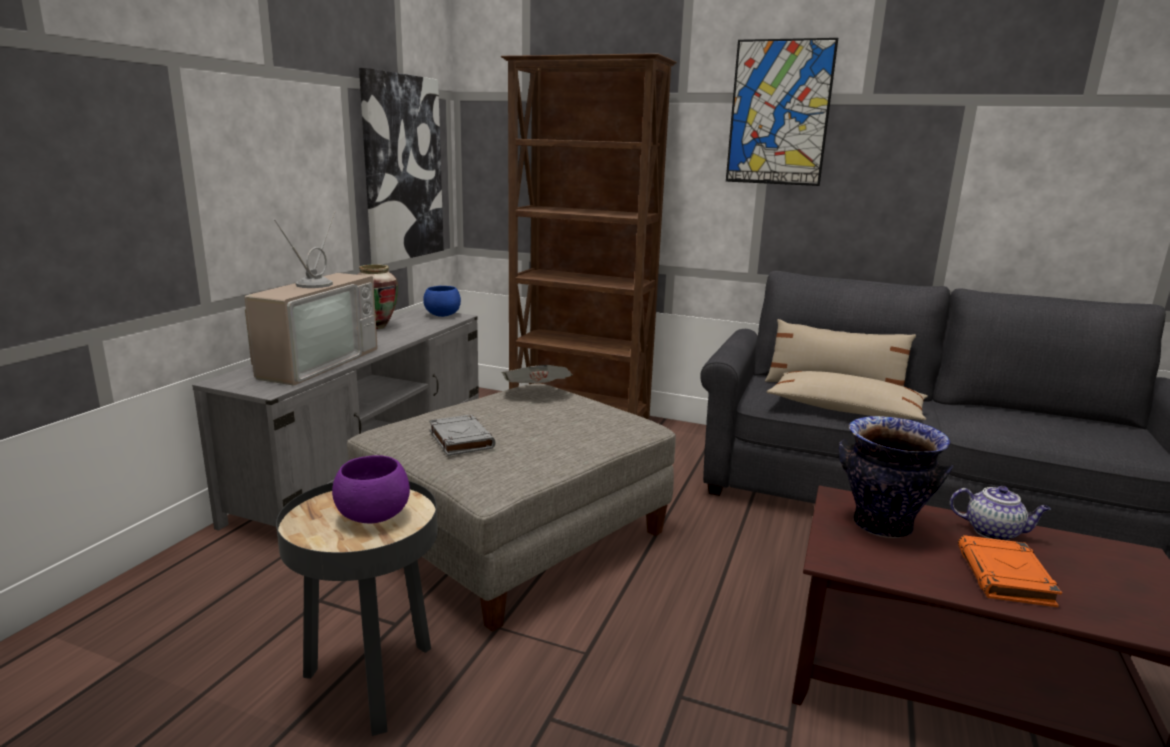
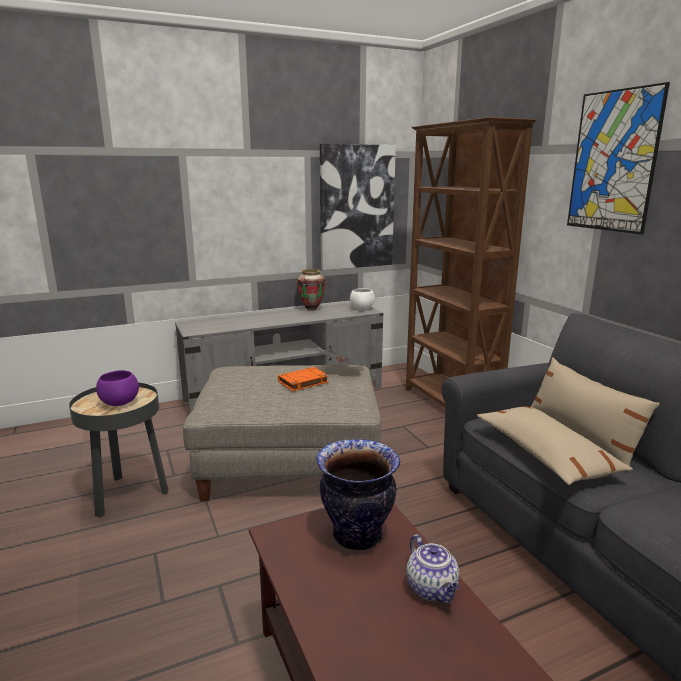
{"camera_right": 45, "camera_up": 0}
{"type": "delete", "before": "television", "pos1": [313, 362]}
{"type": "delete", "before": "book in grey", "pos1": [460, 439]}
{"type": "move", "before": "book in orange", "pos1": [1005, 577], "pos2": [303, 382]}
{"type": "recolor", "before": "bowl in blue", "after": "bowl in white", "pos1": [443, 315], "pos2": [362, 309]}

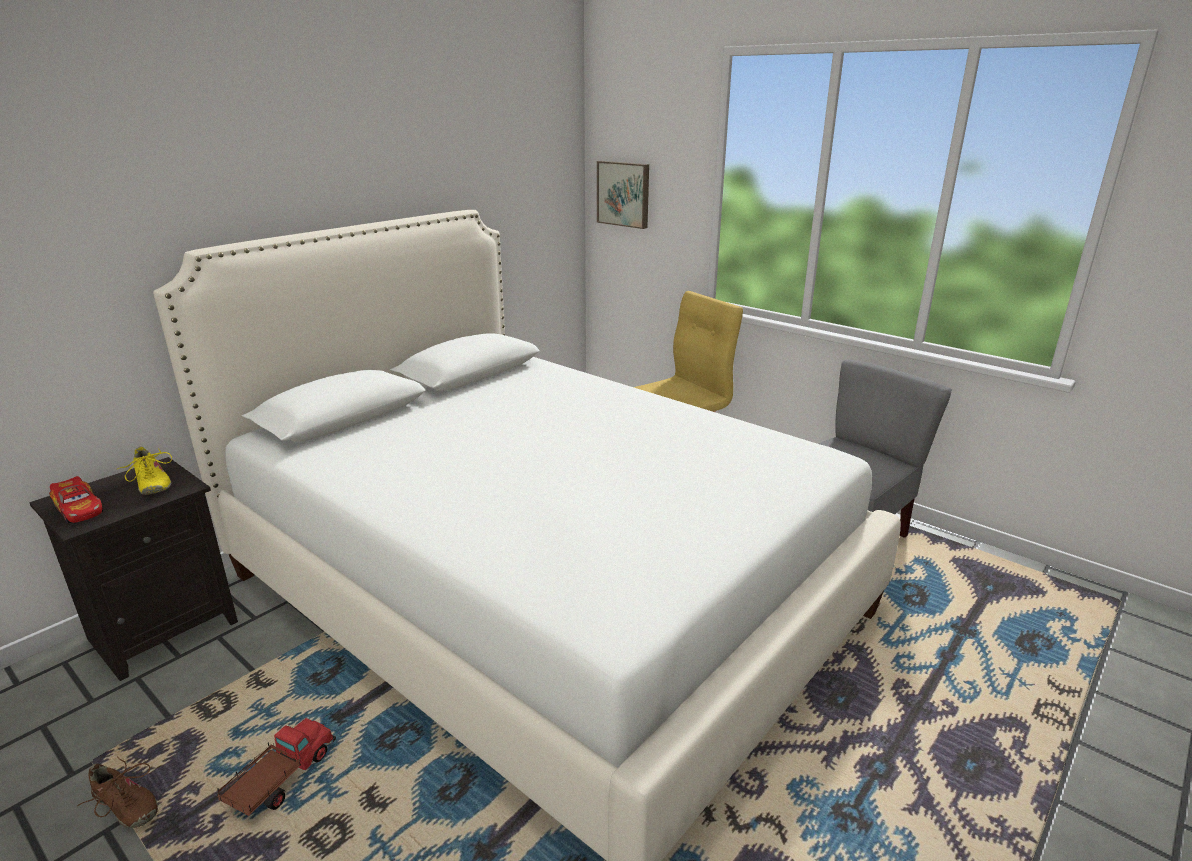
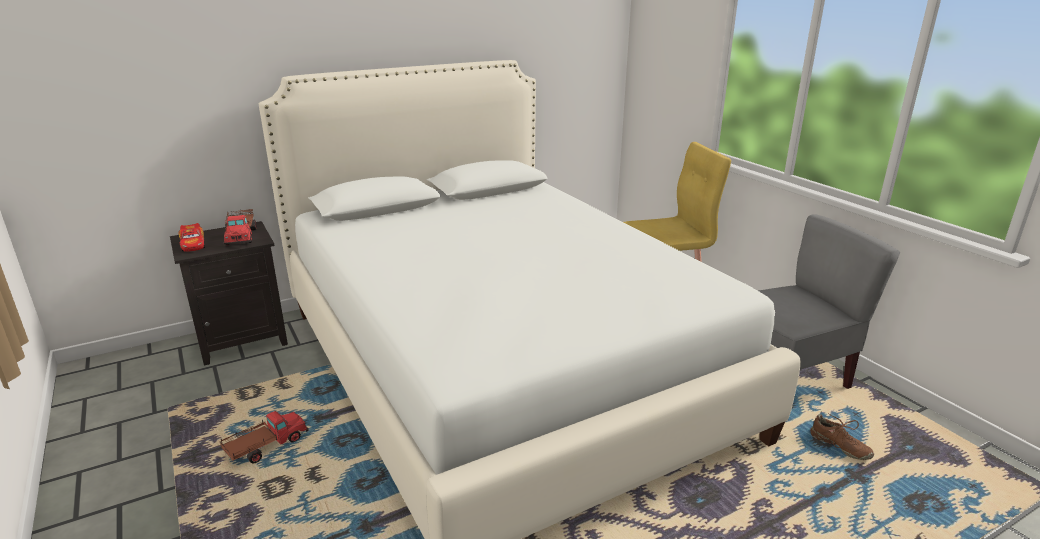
{"camera_right": 20, "camera_up": 0}
{"type": "delete", "before": "picture", "pos1": [624, 194]}
{"type": "move", "before": "shoe in brown", "pos1": [125, 806], "pos2": [839, 446]}
{"type": "replace", "before": "shoe in yellow", "after": "toy truck", "pos1": [151, 484], "pos2": [241, 236]}

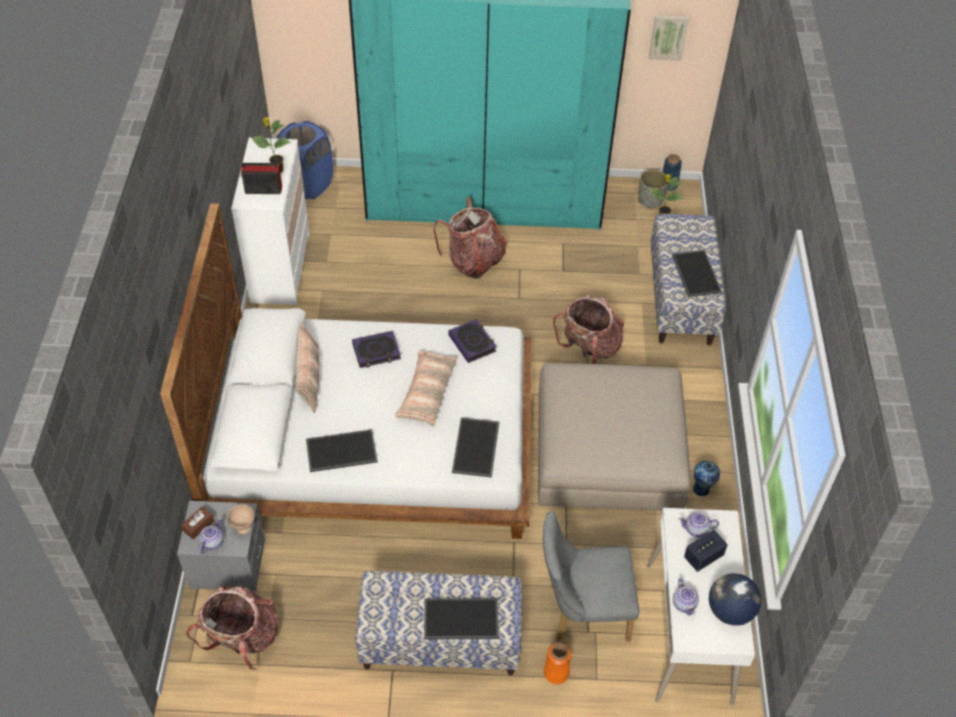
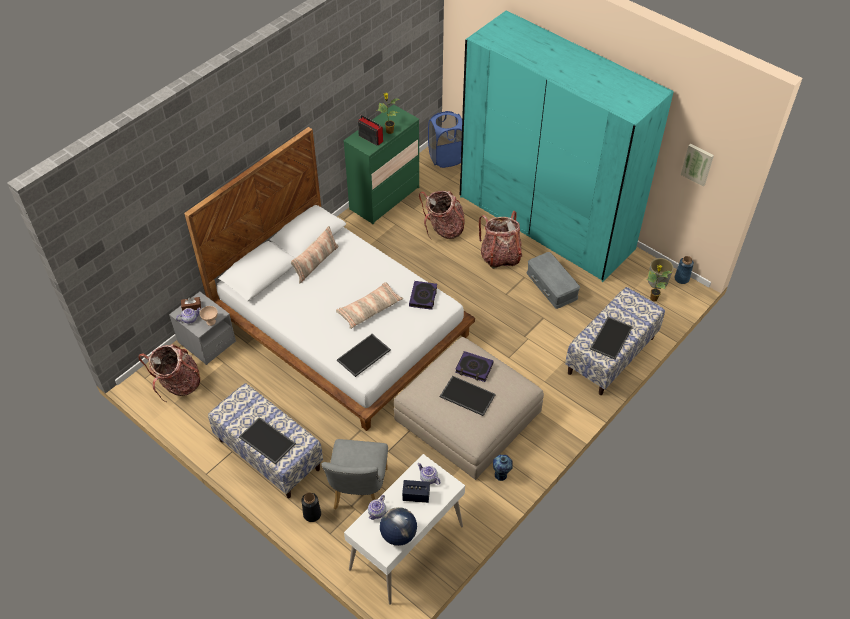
{"camera_right": 40, "camera_up": 0}
{"type": "insert", "after": "storage box in grey", "pos2": [552, 285]}
{"type": "move", "before": "tray", "pos1": [341, 452], "pos2": [466, 396]}
{"type": "move", "before": "book", "pos1": [376, 352], "pos2": [474, 368]}
{"type": "move", "before": "backpack", "pos1": [589, 348], "pos2": [443, 229]}
{"type": "recolor", "before": "dresser in white", "after": "dresser in green", "pos1": [280, 268], "pos2": [384, 198]}
{"type": "recolor", "before": "vase in orange", "after": "vase in black", "pos1": [556, 672], "pos2": [312, 514]}
{"type": "rotate", "before": "chair in grey", "pos1": [582, 612], "pos2": [359, 493], "turn": -120}

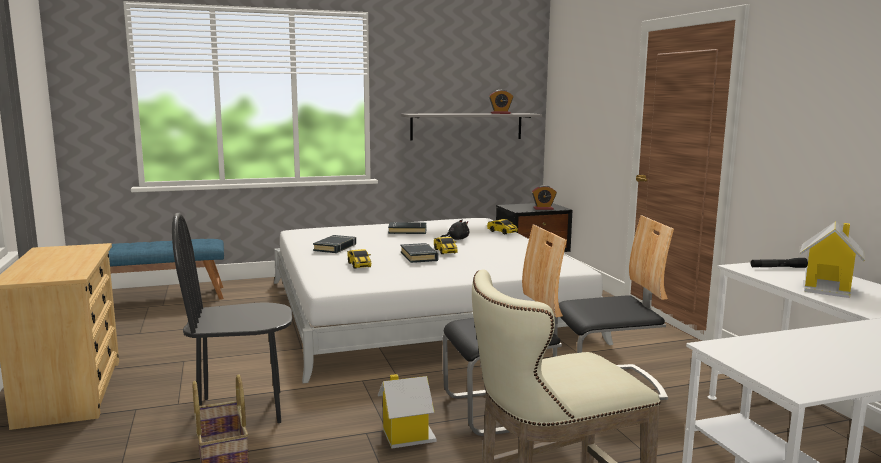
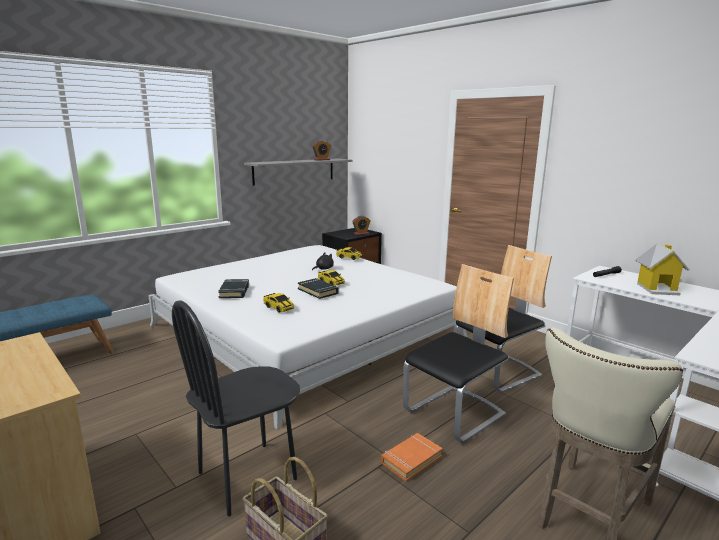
{"camera_right": -25, "camera_up": 5}
{"type": "delete", "before": "book in black", "pos1": [407, 231]}
{"type": "replace", "before": "toy house", "after": "book in orange", "pos1": [406, 436], "pos2": [411, 460]}

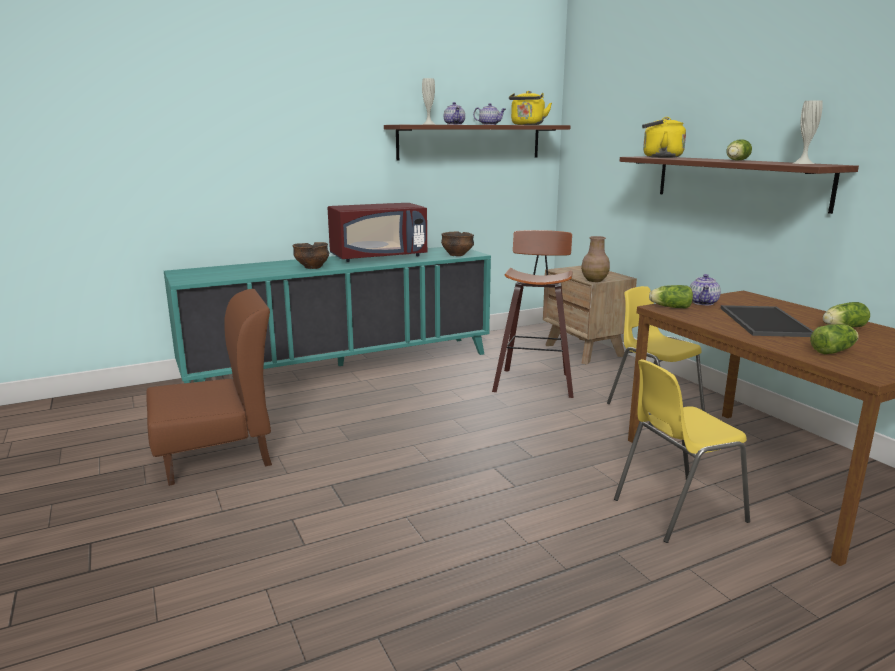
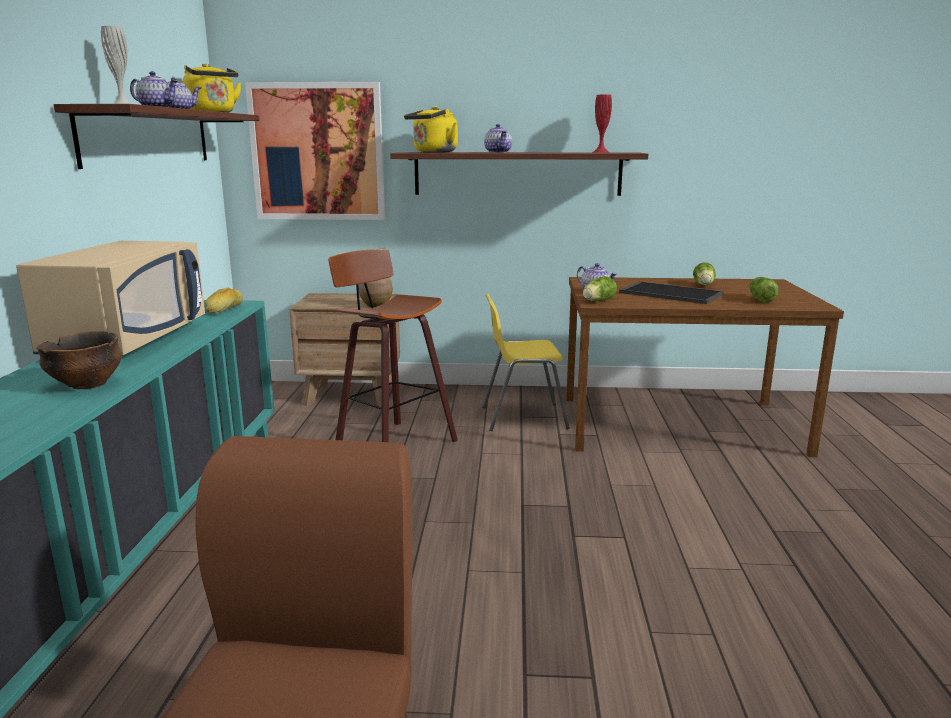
{"camera_right": -60, "camera_up": 0}
{"type": "delete", "before": "chair in yellow", "pos1": [677, 510]}
{"type": "delete", "before": "lettuce", "pos1": [736, 160]}
{"type": "insert", "after": "picture", "pos2": [317, 152]}
{"type": "insert", "after": "teapot", "pos2": [498, 152]}
{"type": "replace", "before": "bowl", "after": "bread", "pos1": [457, 255], "pos2": [225, 309]}
{"type": "recolor", "before": "microwave in red", "after": "microwave in beige", "pos1": [379, 257], "pos2": [128, 340]}
{"type": "recolor", "before": "vase in white", "after": "vase in red", "pos1": [803, 163], "pos2": [601, 152]}

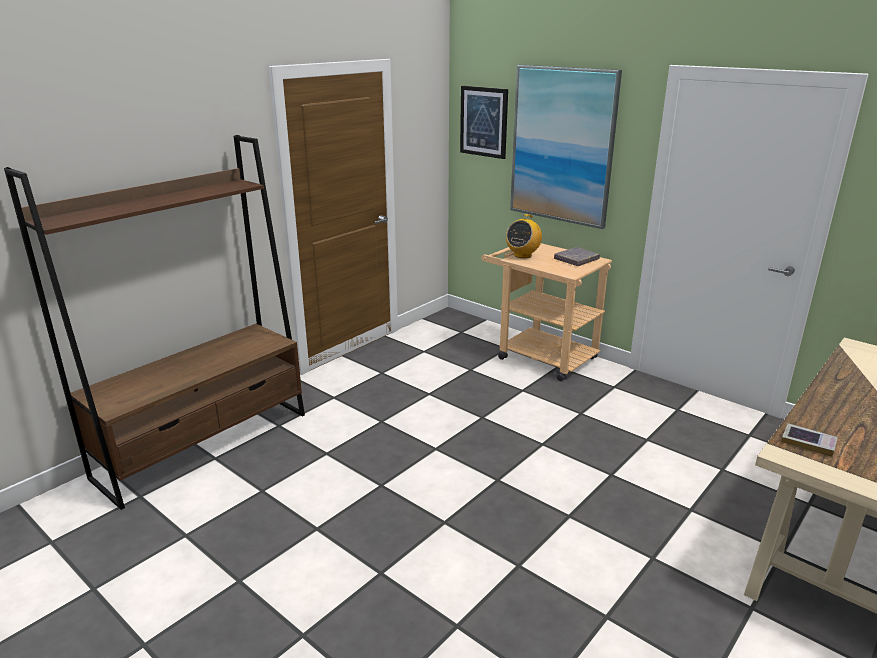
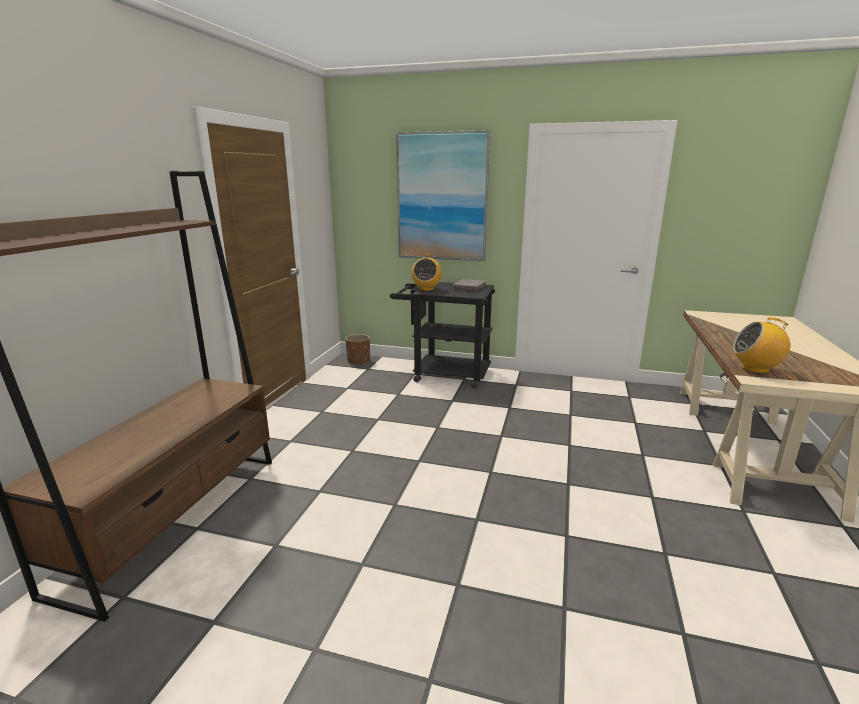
{"camera_right": -25, "camera_up": -5}
{"type": "delete", "before": "picture", "pos1": [484, 122]}
{"type": "insert", "after": "planter in brown", "pos2": [358, 361]}
{"type": "replace", "before": "book", "after": "radio", "pos1": [808, 443], "pos2": [755, 369]}
{"type": "recolor", "before": "cart in beige", "after": "cart in black", "pos1": [539, 355], "pos2": [444, 374]}

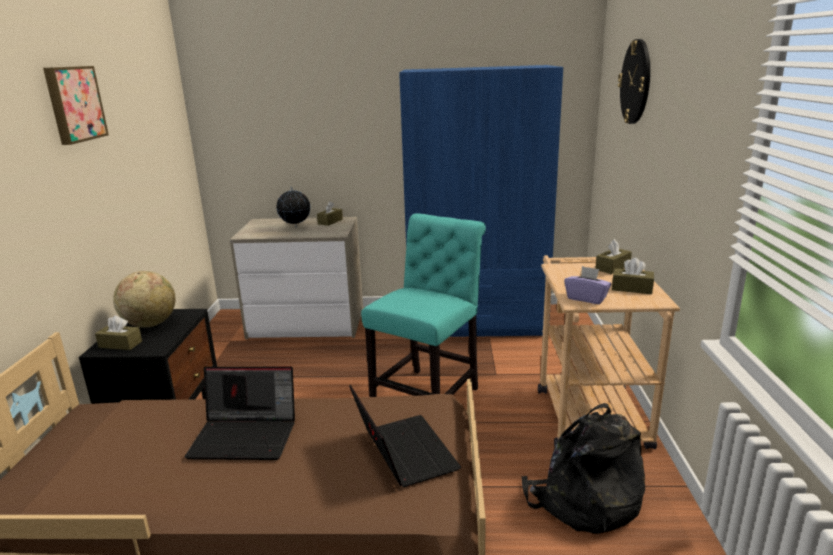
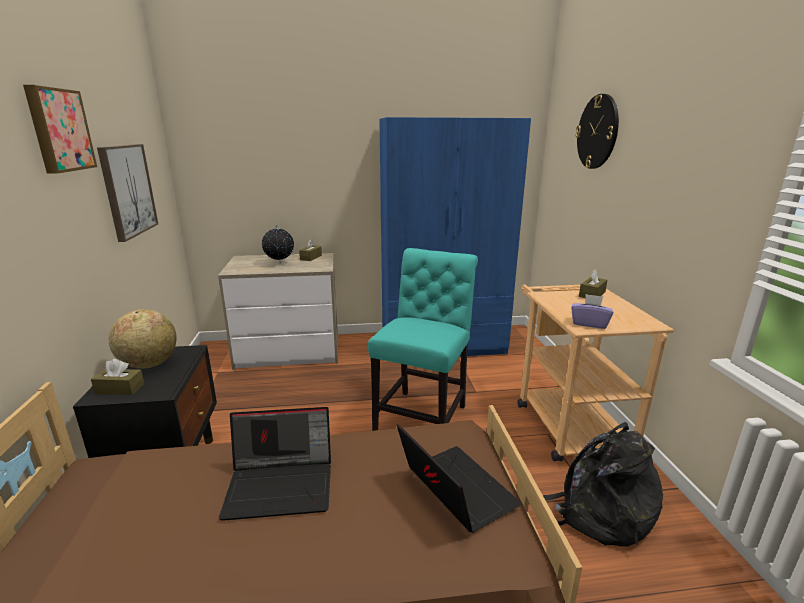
{"camera_right": -10, "camera_up": 0}
{"type": "delete", "before": "tissue box in brown", "pos1": [632, 288]}
{"type": "insert", "after": "picture", "pos2": [128, 190]}

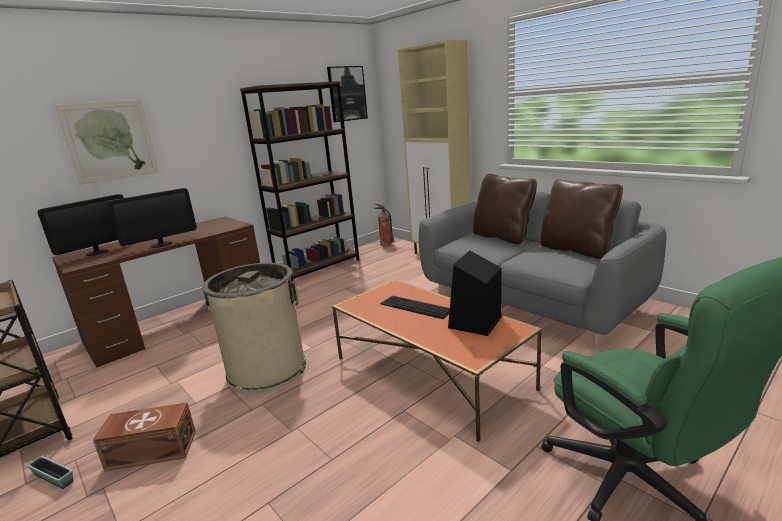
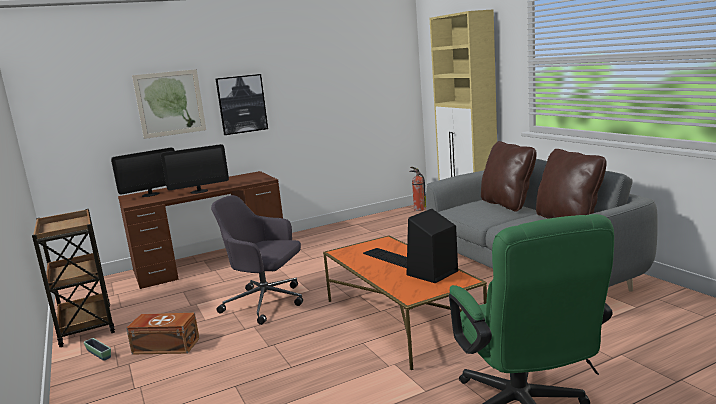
{"camera_right": 15, "camera_up": -5}
{"type": "delete", "before": "bookcase in brown", "pos1": [318, 268]}
{"type": "move", "before": "picture", "pos1": [347, 93], "pos2": [242, 104]}
{"type": "replace", "before": "trash can in beige", "after": "office chair in grey", "pos1": [266, 369], "pos2": [266, 303]}

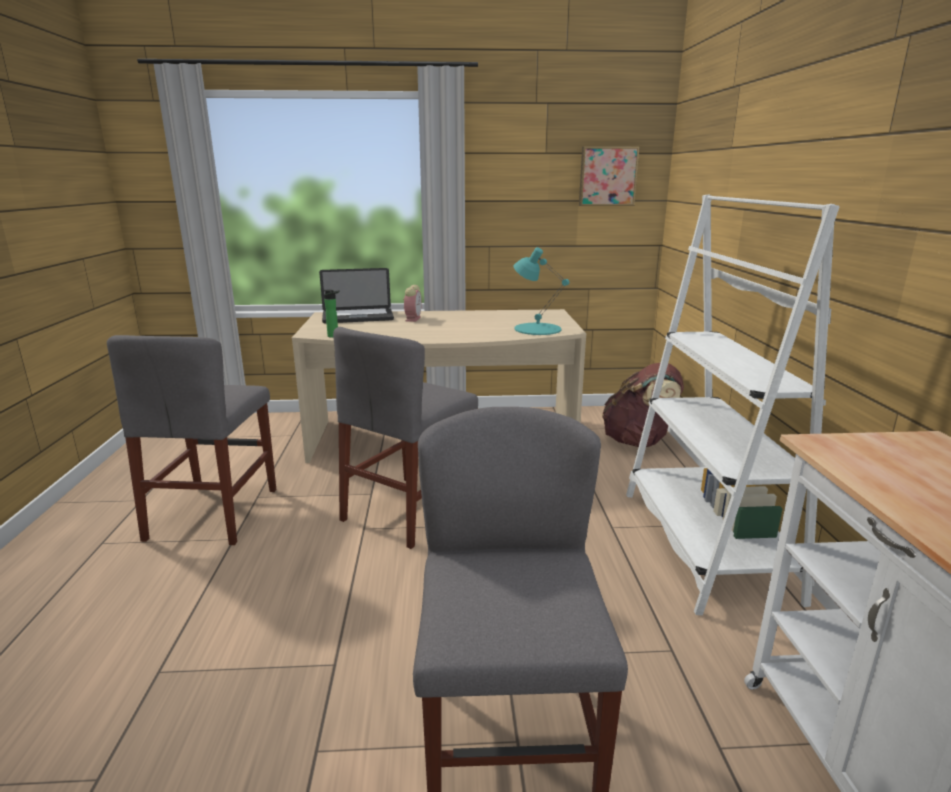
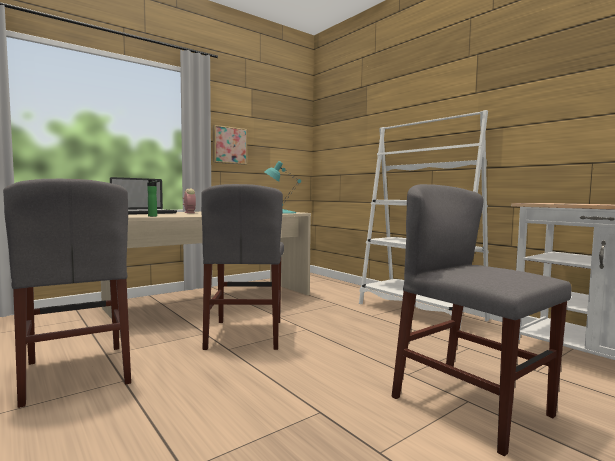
{"camera_right": -35, "camera_up": -15}
{"type": "delete", "before": "backpack in brown", "pos1": [639, 441]}
{"type": "move", "before": "picture", "pos1": [607, 176], "pos2": [229, 145]}

